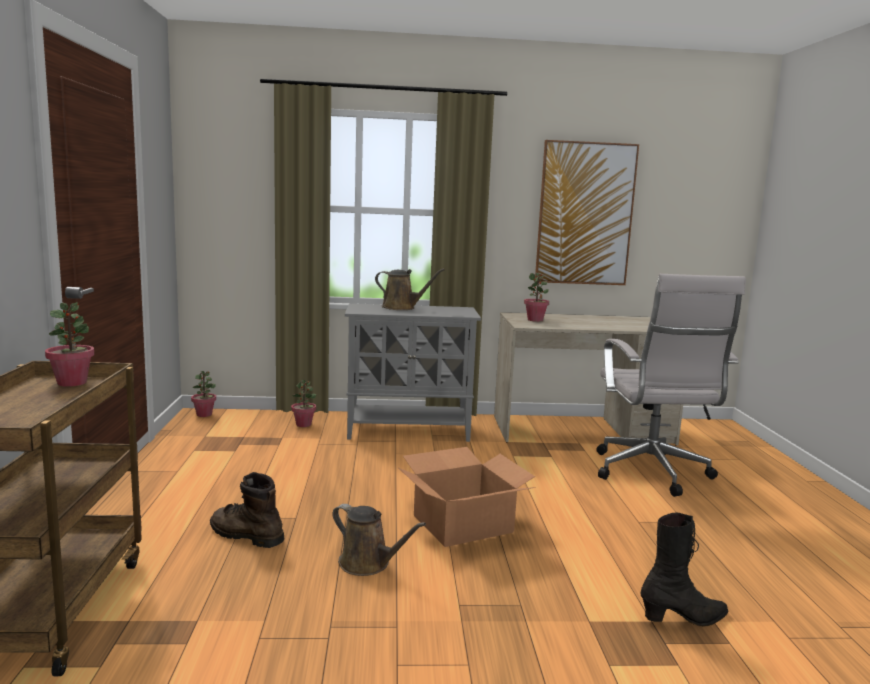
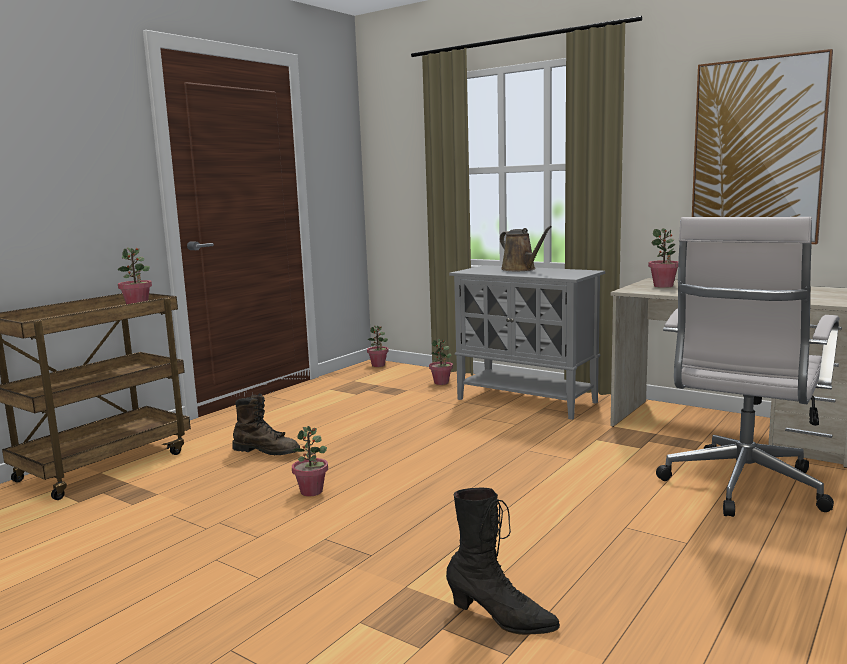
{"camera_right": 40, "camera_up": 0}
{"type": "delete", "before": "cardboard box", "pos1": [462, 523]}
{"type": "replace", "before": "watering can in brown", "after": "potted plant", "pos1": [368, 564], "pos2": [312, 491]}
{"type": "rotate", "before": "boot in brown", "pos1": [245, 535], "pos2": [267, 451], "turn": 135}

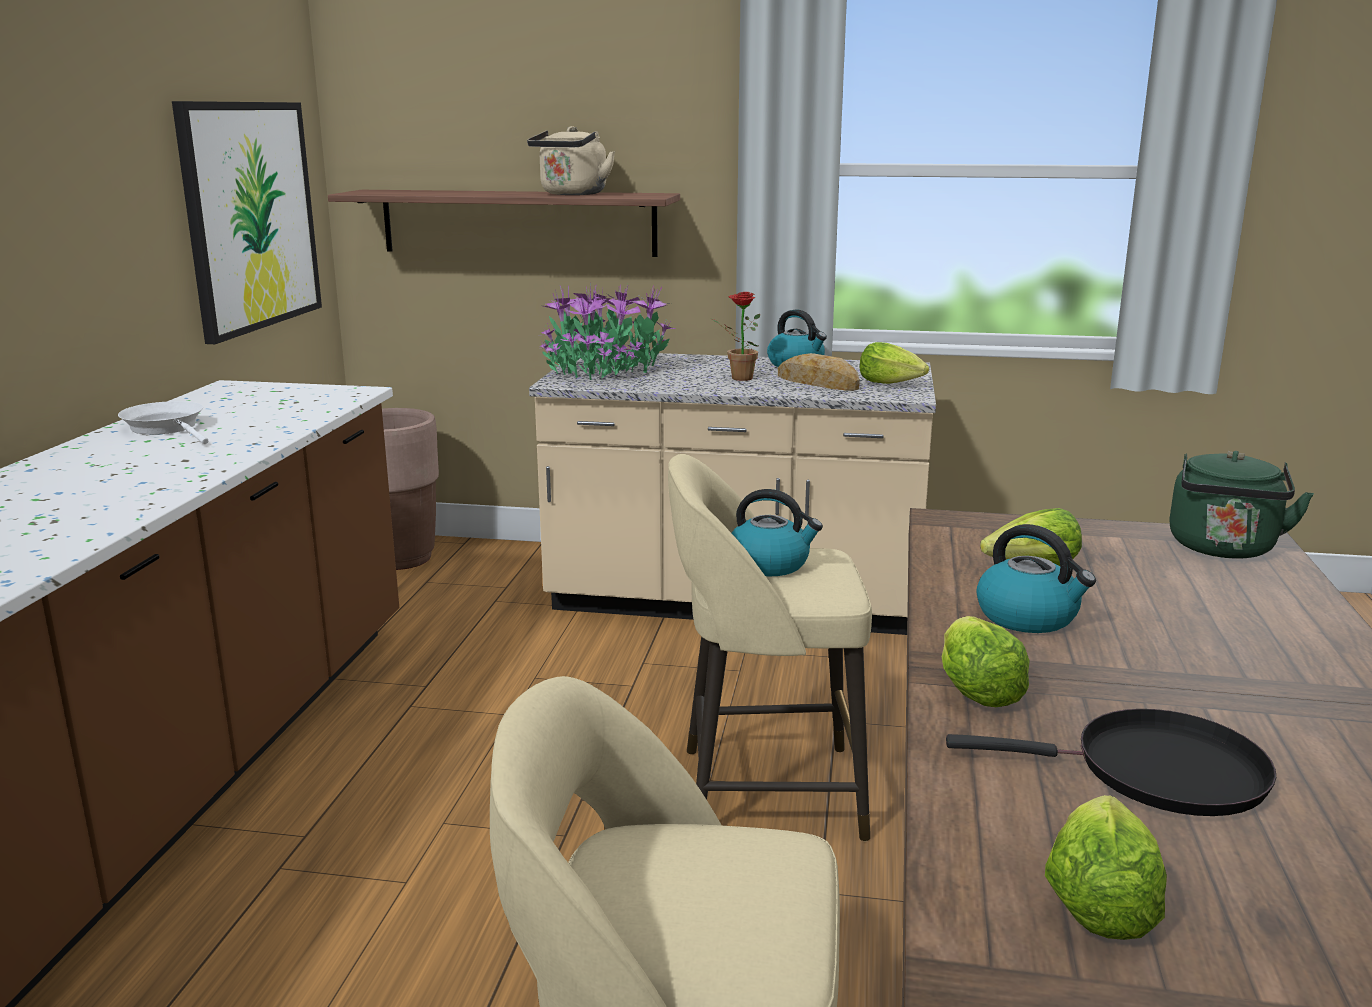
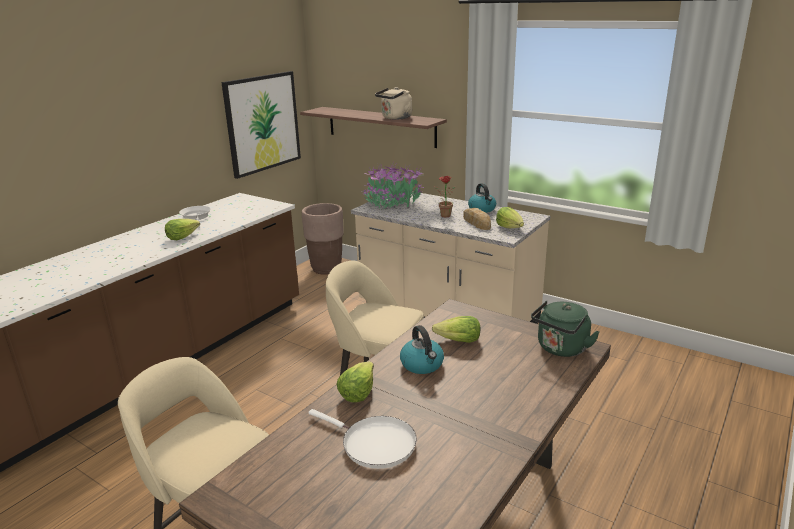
{"camera_right": 25, "camera_up": 5}
{"type": "delete", "before": "kettle", "pos1": [770, 564]}
{"type": "move", "before": "lettuce", "pos1": [1098, 901], "pos2": [182, 237]}
{"type": "recolor", "before": "frying pan in black", "after": "frying pan in white", "pos1": [1156, 772], "pos2": [374, 444]}

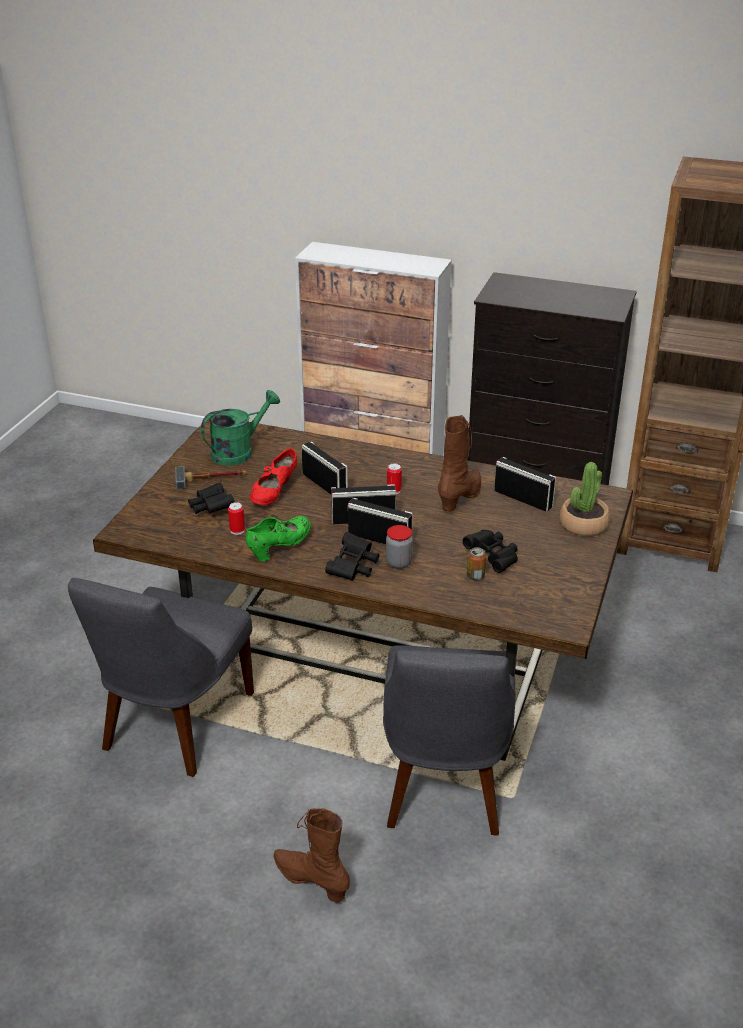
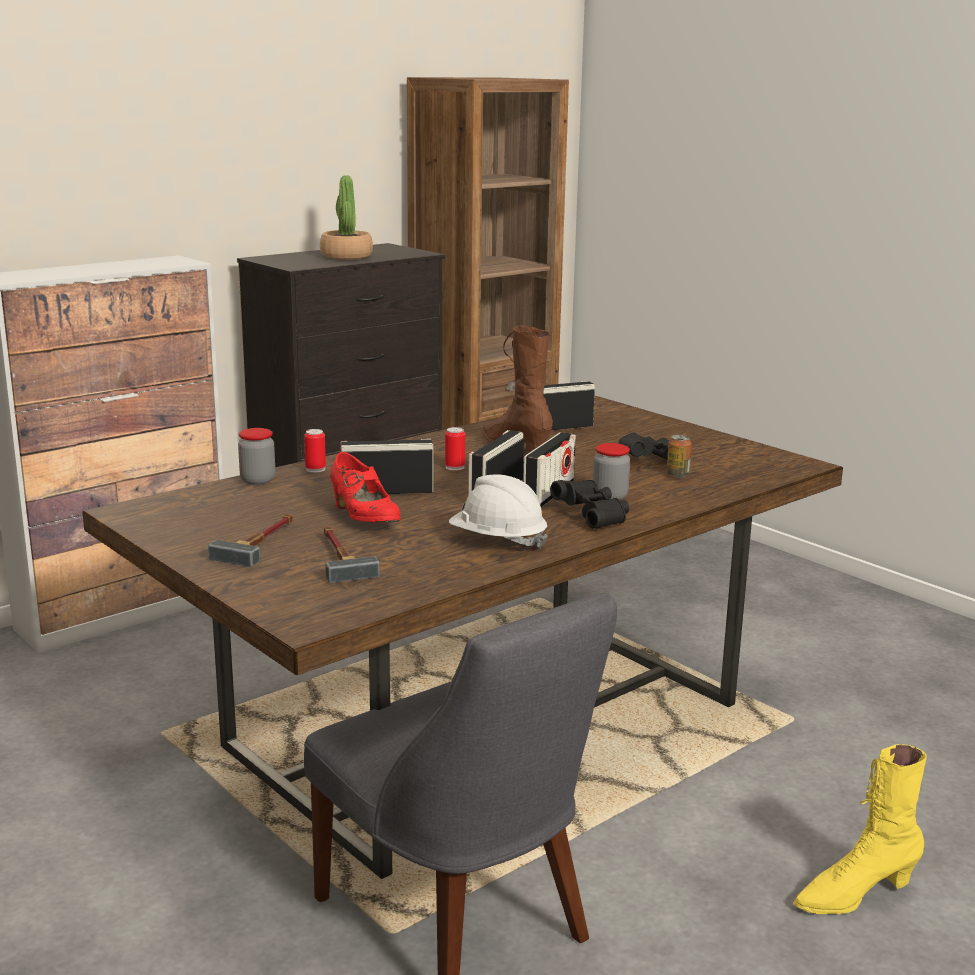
{"camera_right": -60, "camera_up": -15}
{"type": "delete", "before": "watering can in green", "pos1": [238, 452]}
{"type": "delete", "before": "chair in grey", "pos1": [444, 786]}
{"type": "insert", "after": "jar", "pos2": [258, 480]}
{"type": "move", "before": "can", "pos1": [237, 530], "pos2": [315, 469]}
{"type": "move", "before": "potted plant", "pos1": [583, 525], "pos2": [346, 256]}
{"type": "replace", "before": "binoculars in black", "after": "hammer", "pos1": [211, 508], "pos2": [340, 557]}
{"type": "replace", "before": "shoe in green", "after": "hard hat in white", "pos1": [280, 547], "pos2": [497, 541]}
{"type": "recolor", "before": "boot in brown", "after": "boot in yellow", "pos1": [311, 880], "pos2": [854, 895]}
{"type": "rotate", "before": "radio", "pos1": [379, 539], "pos2": [548, 494], "turn": 150}

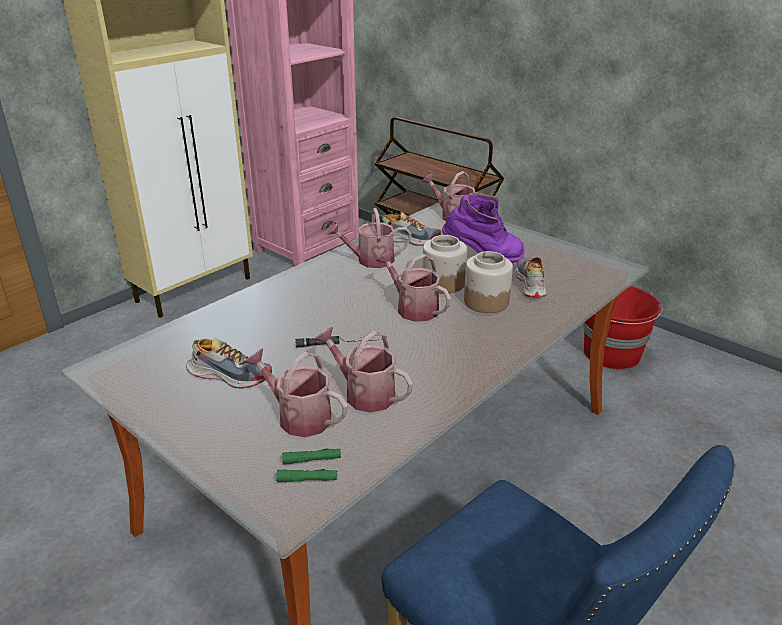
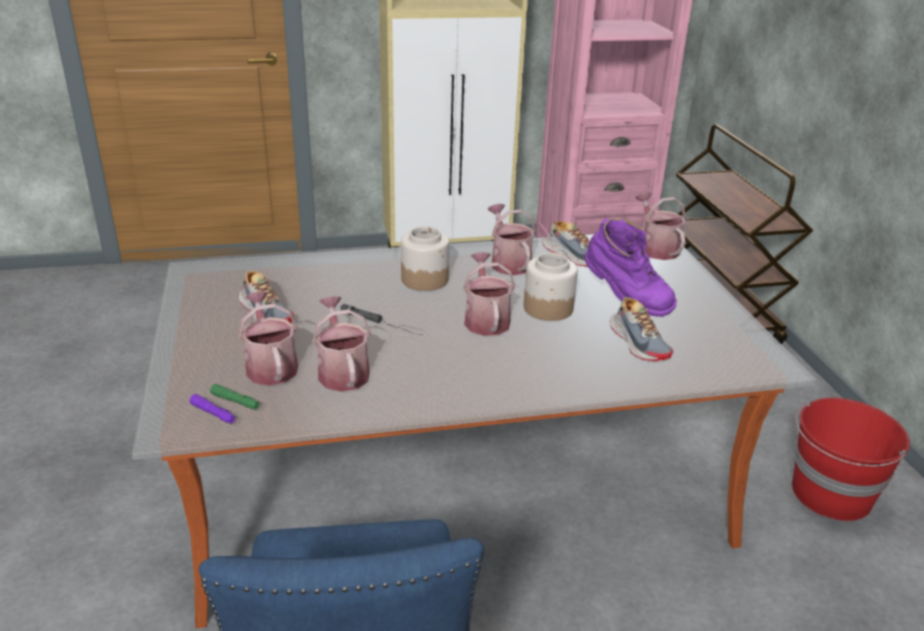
{"camera_right": 35, "camera_up": 0}
{"type": "move", "before": "jar", "pos1": [486, 301], "pos2": [425, 279]}
{"type": "recolor", "before": "flashlight in green", "after": "flashlight in purple", "pos1": [307, 479], "pos2": [213, 413]}
{"type": "rotate", "before": "watering can", "pos1": [370, 260], "pos2": [508, 262], "turn": 45}
{"type": "rotate", "before": "shoe", "pos1": [530, 284], "pos2": [638, 342], "turn": 120}

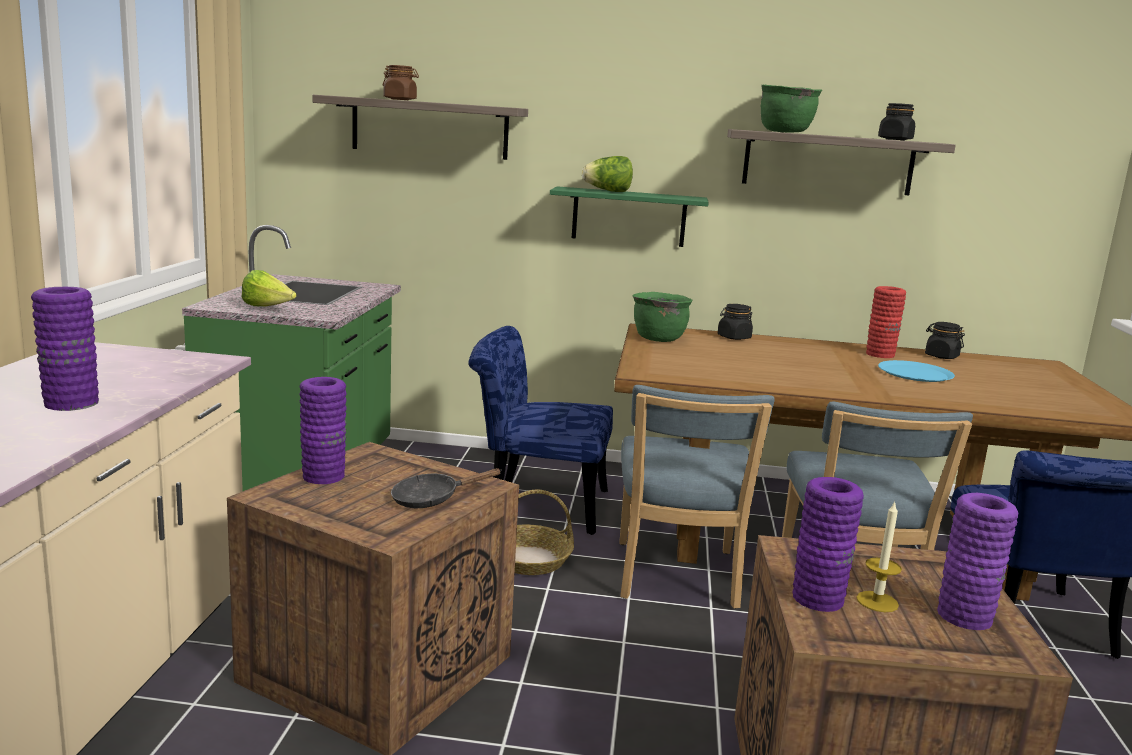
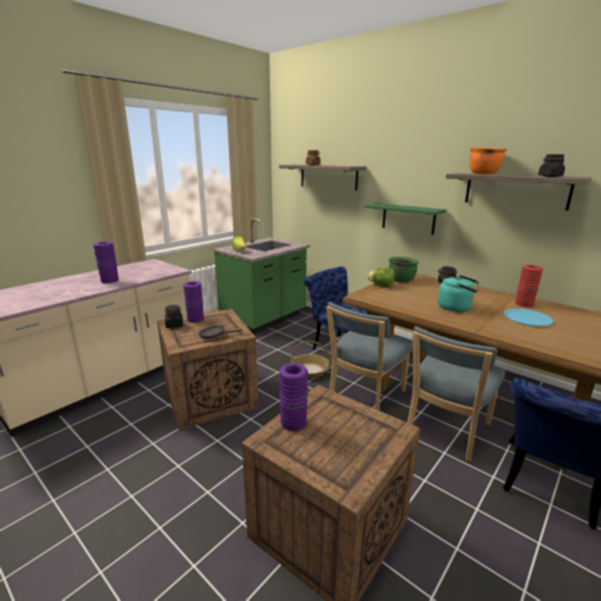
{"camera_right": 35, "camera_up": 5}
{"type": "delete", "before": "candle", "pos1": [877, 601]}
{"type": "delete", "before": "vase in purple", "pos1": [965, 616]}
{"type": "insert", "after": "kettle in turquoise", "pos2": [456, 307]}
{"type": "move", "before": "lettuce", "pos1": [608, 191], "pos2": [381, 286]}
{"type": "move", "before": "jar in black", "pos1": [941, 356], "pos2": [174, 325]}
{"type": "recolor", "before": "cooking pot in green", "after": "cooking pot in orange", "pos1": [785, 132], "pos2": [484, 174]}

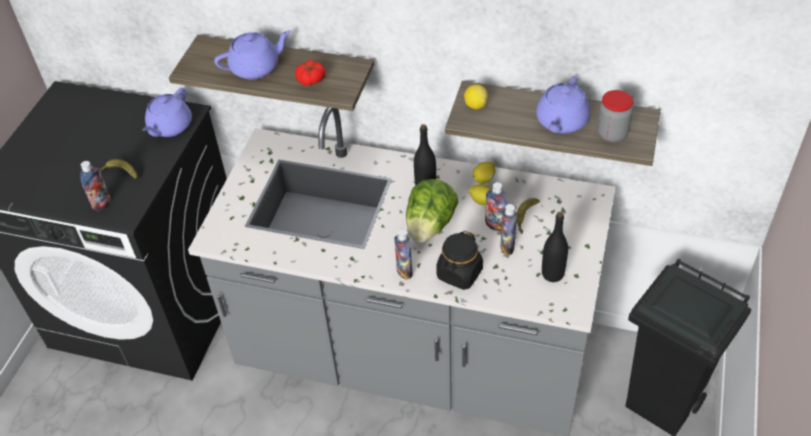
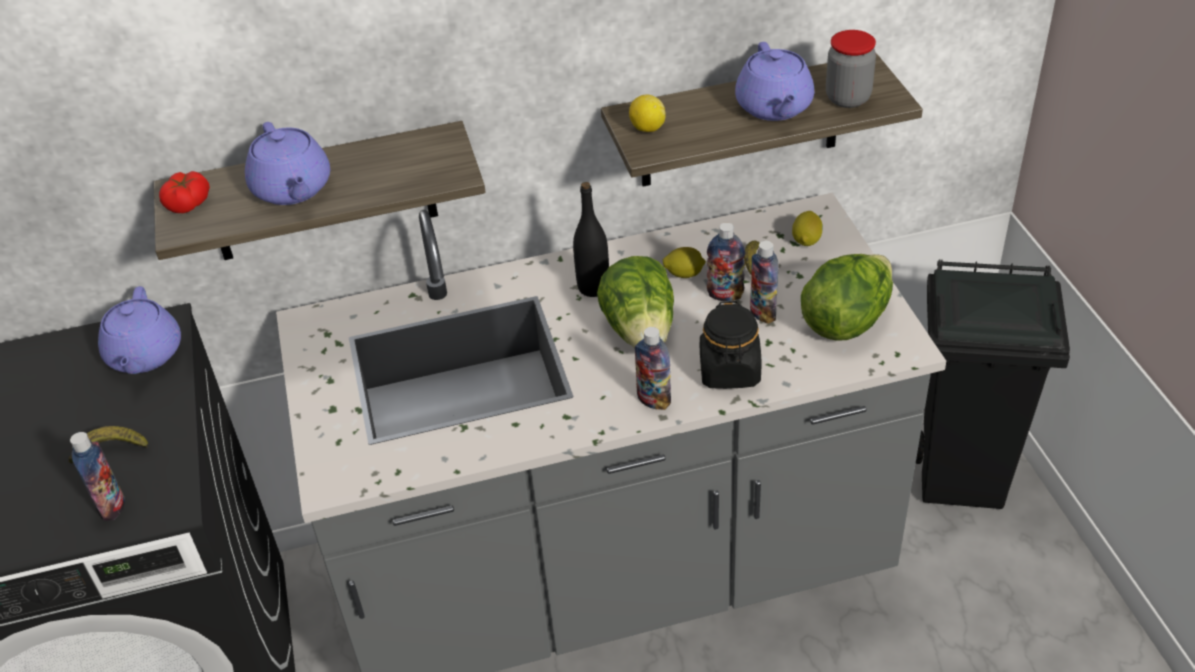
{"camera_right": -30, "camera_up": -5}
{"type": "move", "before": "tomato", "pos1": [311, 79], "pos2": [188, 203]}
{"type": "move", "before": "lemon", "pos1": [484, 179], "pos2": [807, 240]}
{"type": "replace", "before": "bottle in black", "after": "lettuce", "pos1": [552, 274], "pos2": [846, 320]}
{"type": "rotate", "before": "teapot in purple", "pos1": [256, 68], "pos2": [292, 189], "turn": 120}

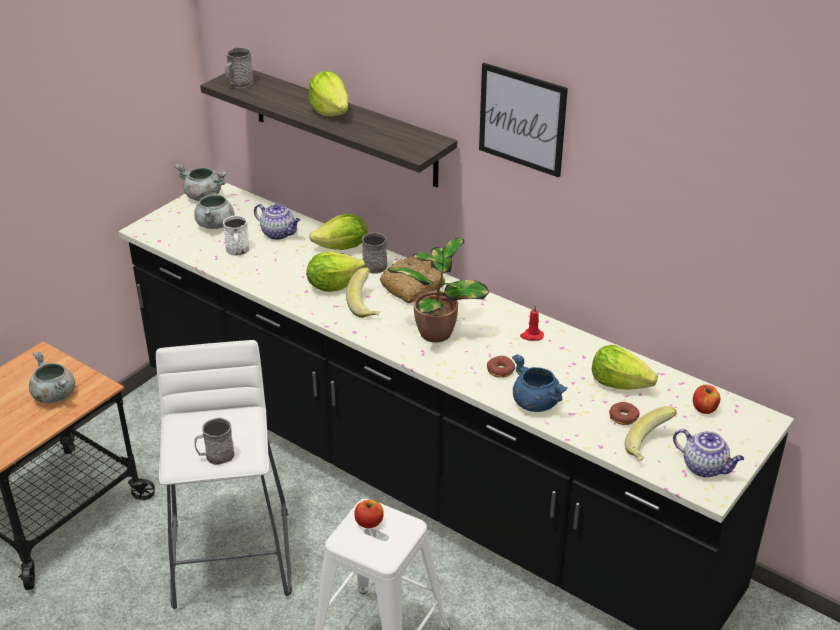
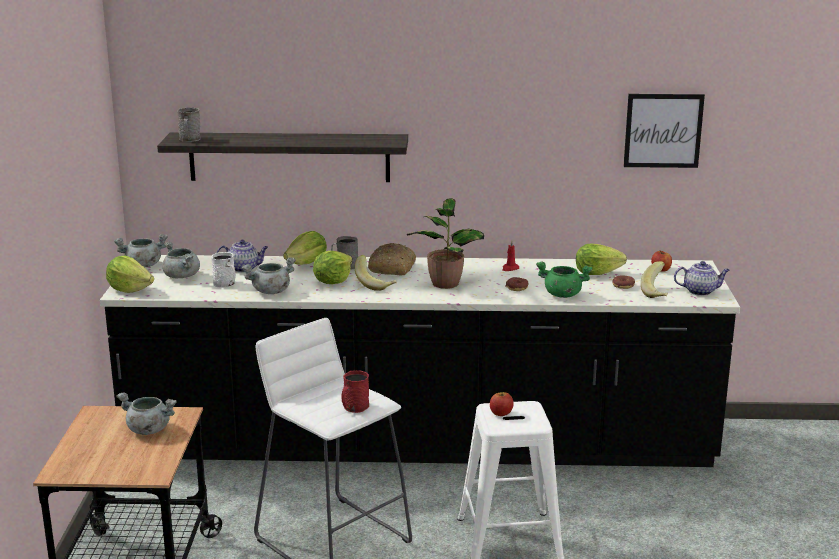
{"camera_right": -35, "camera_up": -15}
{"type": "insert", "after": "cooking pot in grey", "pos2": [271, 291]}
{"type": "move", "before": "lettuce", "pos1": [330, 111], "pos2": [129, 289]}
{"type": "move", "before": "picture", "pos1": [522, 119], "pos2": [663, 130]}
{"type": "recolor", "before": "mug in grey", "after": "mug in red", "pos1": [215, 456], "pos2": [354, 408]}
{"type": "recolor", "before": "cooking pot in blue", "after": "cooking pot in green", "pos1": [535, 403], "pos2": [562, 295]}

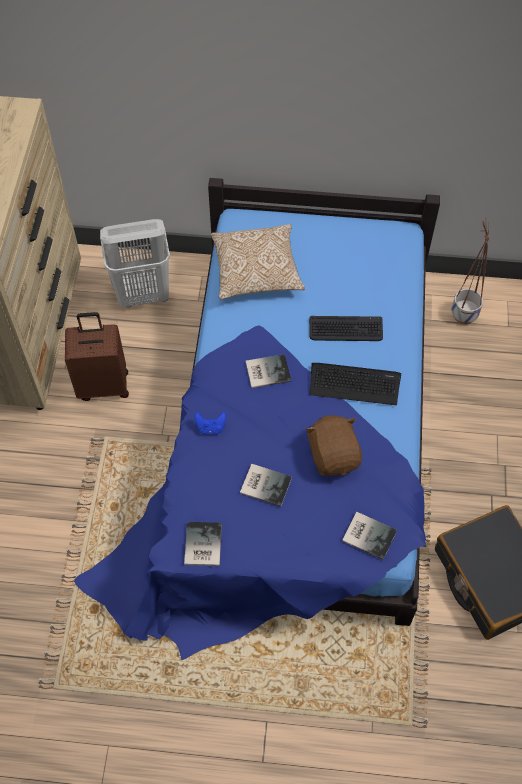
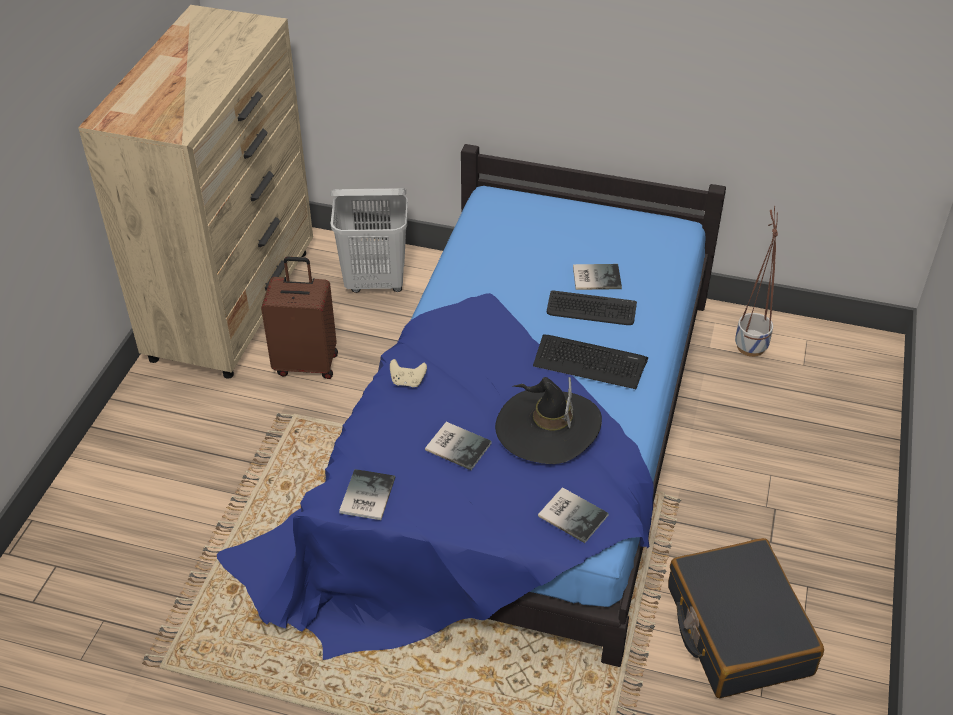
{"camera_right": 10, "camera_up": -15}
{"type": "delete", "before": "pillow", "pos1": [256, 271]}
{"type": "move", "before": "book", "pos1": [266, 371], "pos2": [595, 277]}
{"type": "replace", "before": "plush toy in brown", "after": "hat in black", "pos1": [333, 455], "pos2": [547, 428]}
{"type": "recolor", "before": "game controller in blue", "after": "game controller in beige", "pos1": [210, 427], "pos2": [407, 381]}

